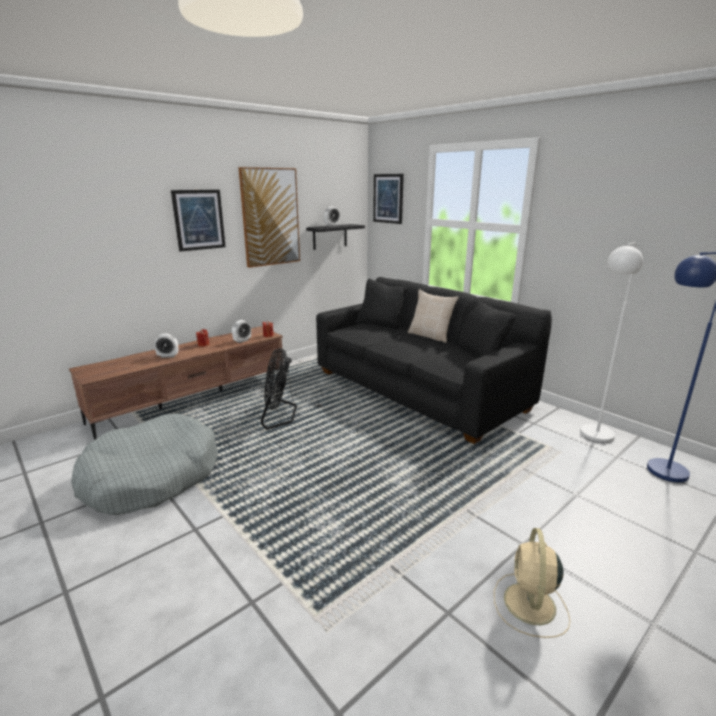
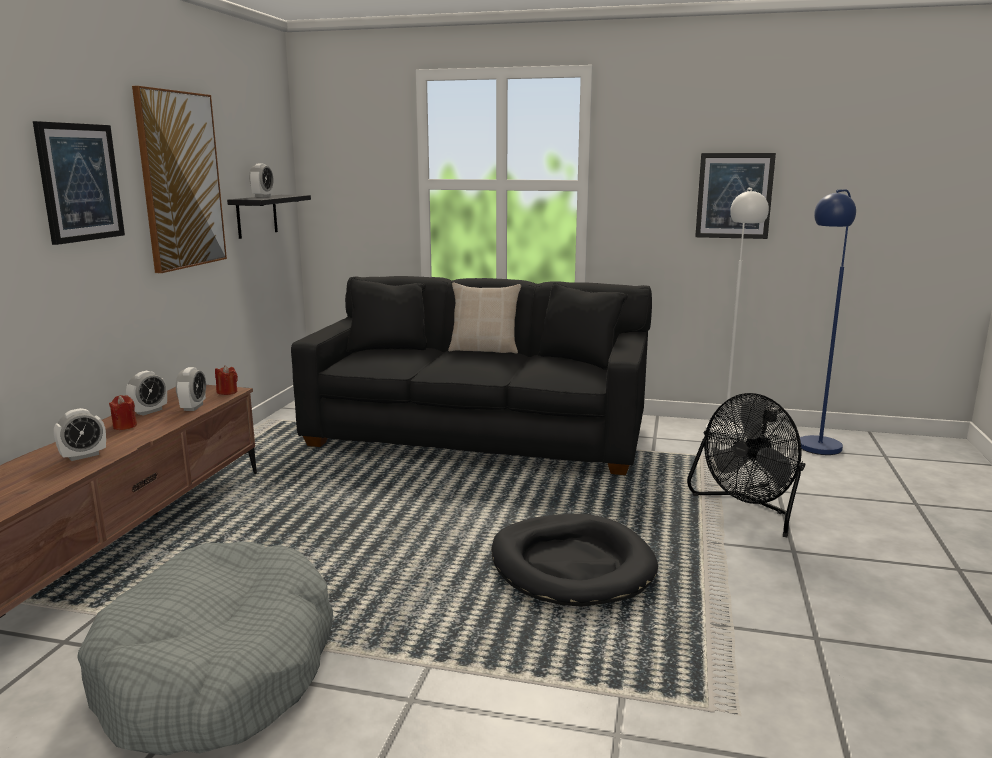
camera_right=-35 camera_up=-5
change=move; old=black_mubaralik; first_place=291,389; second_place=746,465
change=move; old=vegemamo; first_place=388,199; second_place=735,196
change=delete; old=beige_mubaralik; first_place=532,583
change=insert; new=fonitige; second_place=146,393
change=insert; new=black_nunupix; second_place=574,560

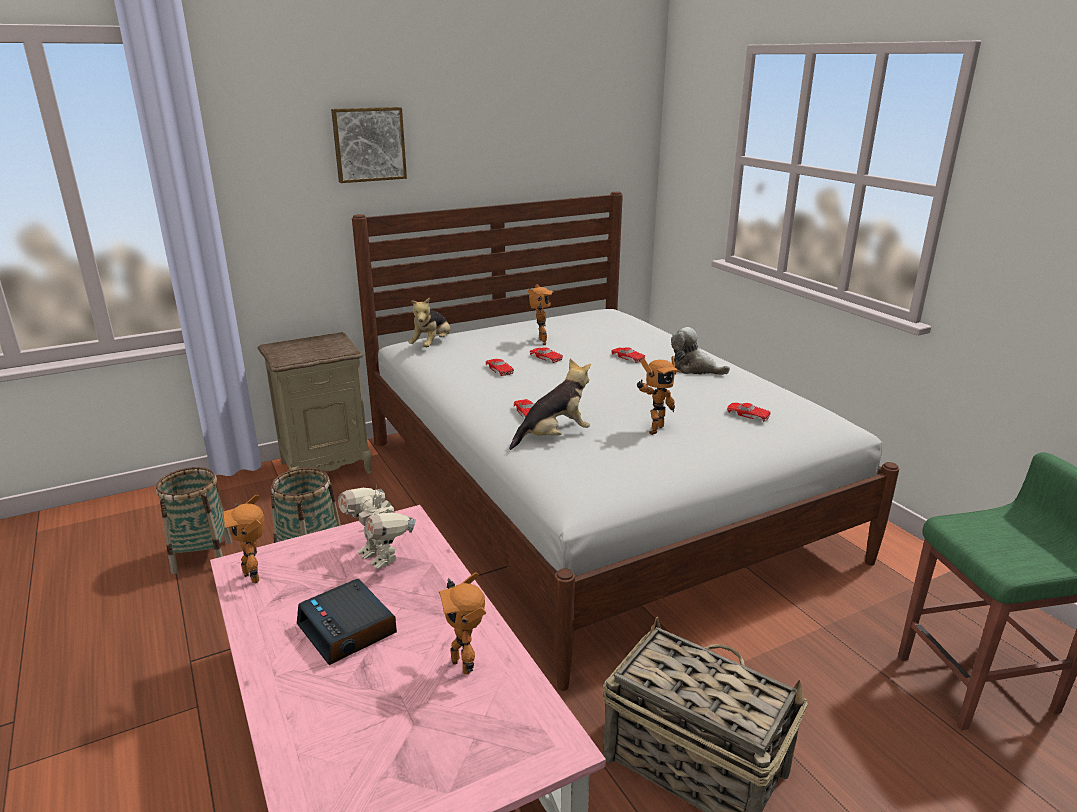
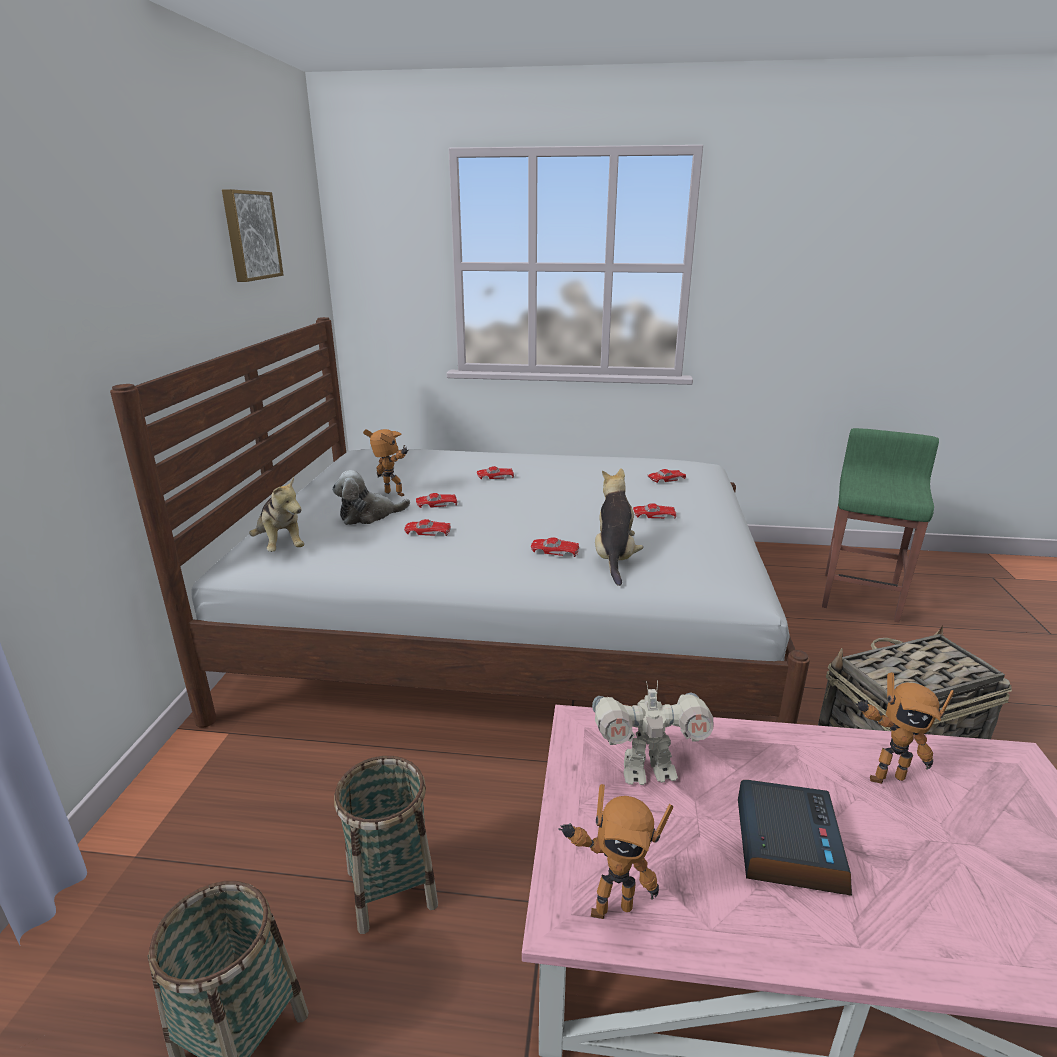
camera_right=-55 camera_up=0
change=delete; old=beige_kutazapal; first_place=315,403
change=rotate; old=fonitige; first_place=347,622; second_place=795,838; degrees=-75
change=move; old=vegemamo; first_place=369,145; second_place=253,235
change=replace; old=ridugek; new=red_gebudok; first_place=659,395; second_place=655,511
change=move; old=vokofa; first_place=700,351; second_place=371,497

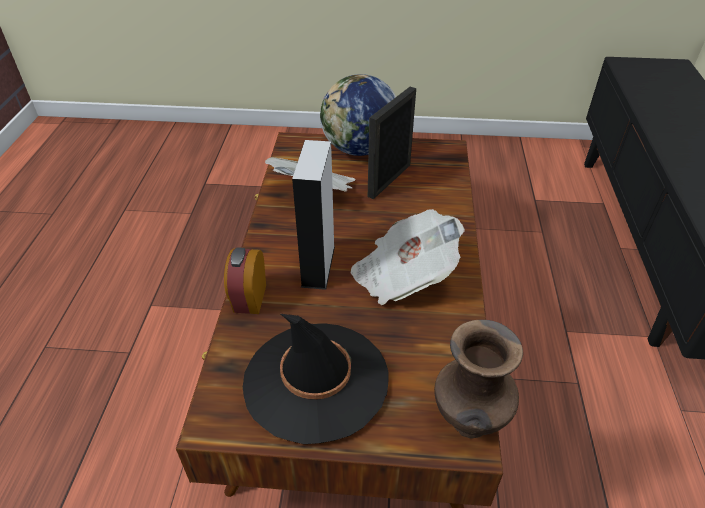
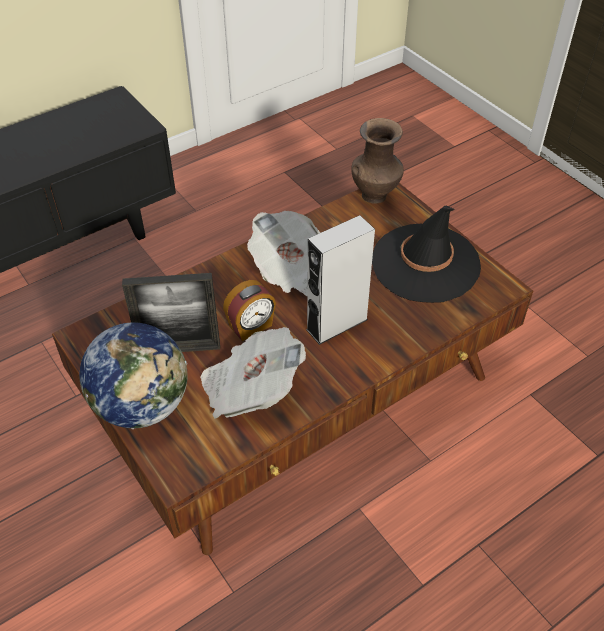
camera_right=-130 camera_up=5
change=move; old=fonitige; first_place=245,280; second_place=249,310

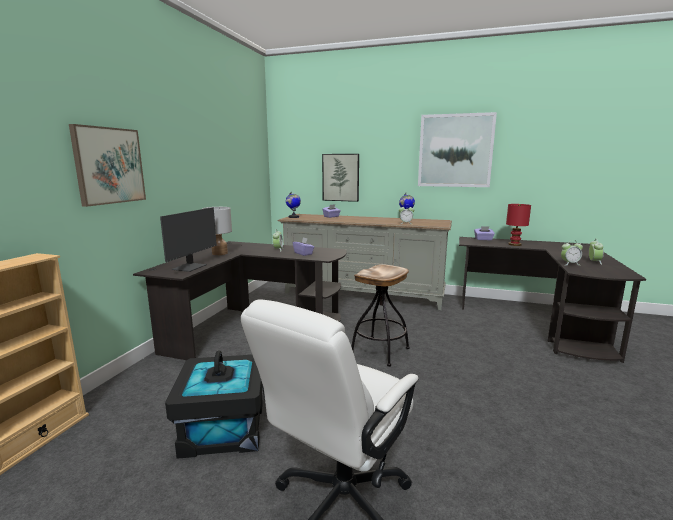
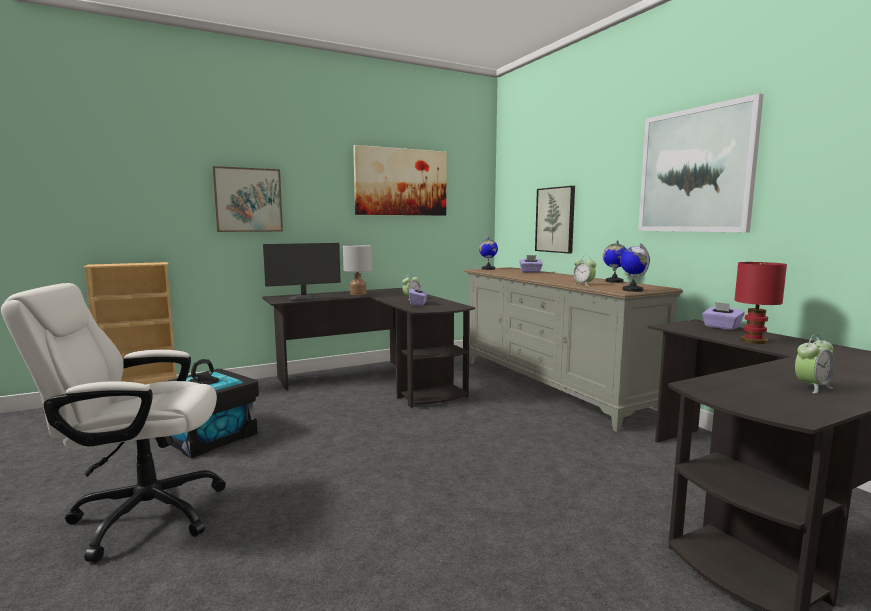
camera_right=45 camera_up=-5
change=delete; old=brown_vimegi; first_place=380,315
change=delete; old=fonitige; first_place=572,252
change=insert; new=vegemamo; second_place=399,180
change=insert; new=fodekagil; second_place=635,267

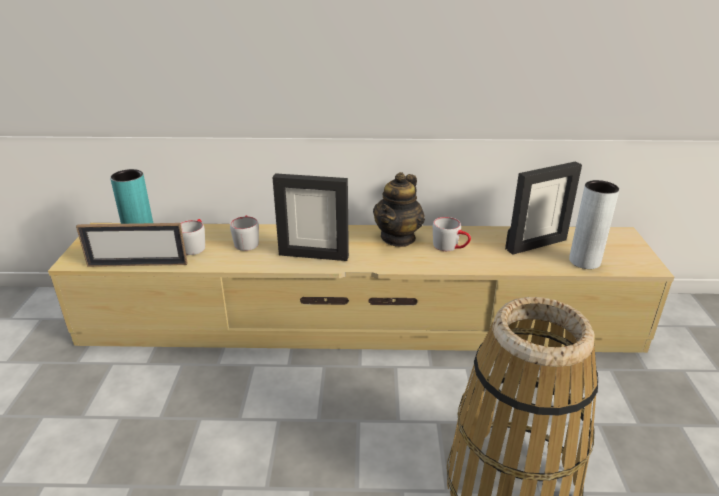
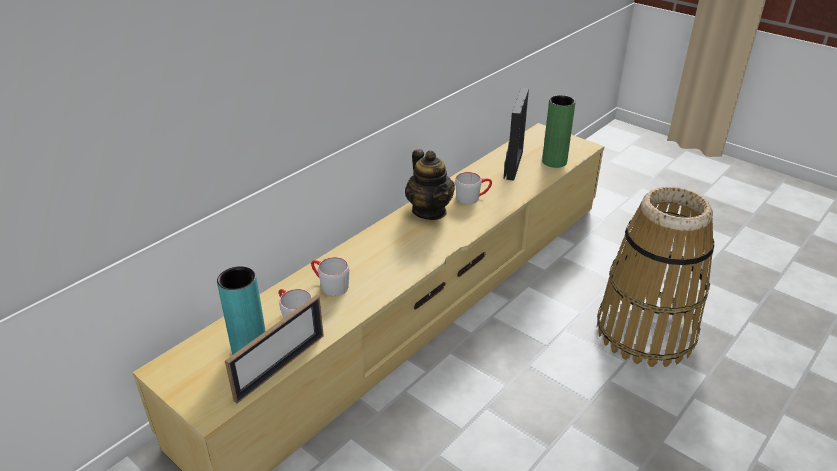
camera_right=-50 camera_up=5
change=delete; old=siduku; first_place=310,217
change=recolor; old=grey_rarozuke; new=green_rarozuke; first_place=594,224; second_place=559,131

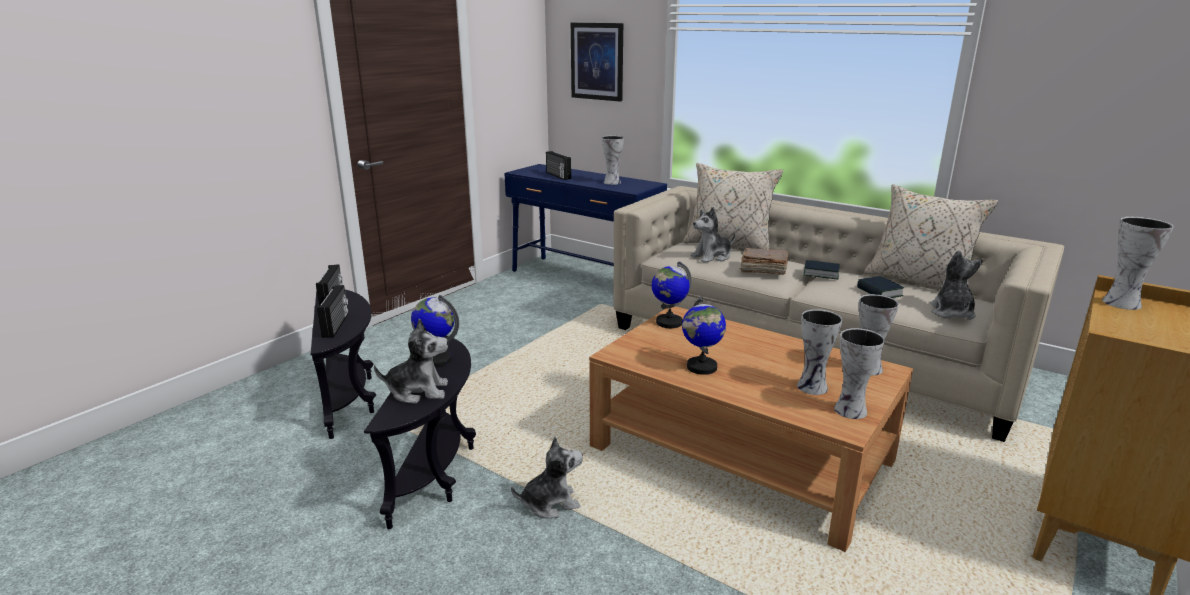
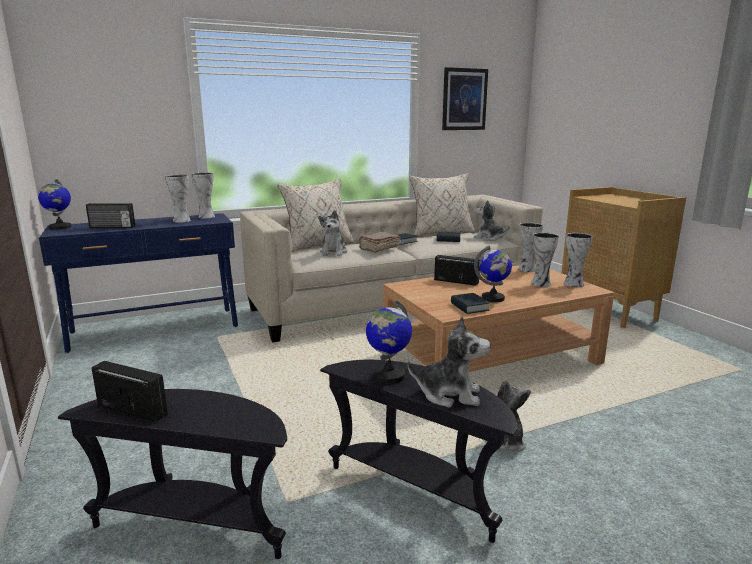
camera_right=-60 camera_up=-5
change=move; old=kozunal; first_place=332,311; second_place=457,270
change=rotate; old=vokofa; first_place=411,361; second_place=448,362; degrees=75
change=move; old=vegemamo; first_place=597,62; second_place=465,98
change=move; old=fodekagil; first_place=671,294; second_place=55,204
change=move; old=rarozuke; first_place=1138,263; second_place=203,195
change=insert; new=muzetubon; second_place=470,303

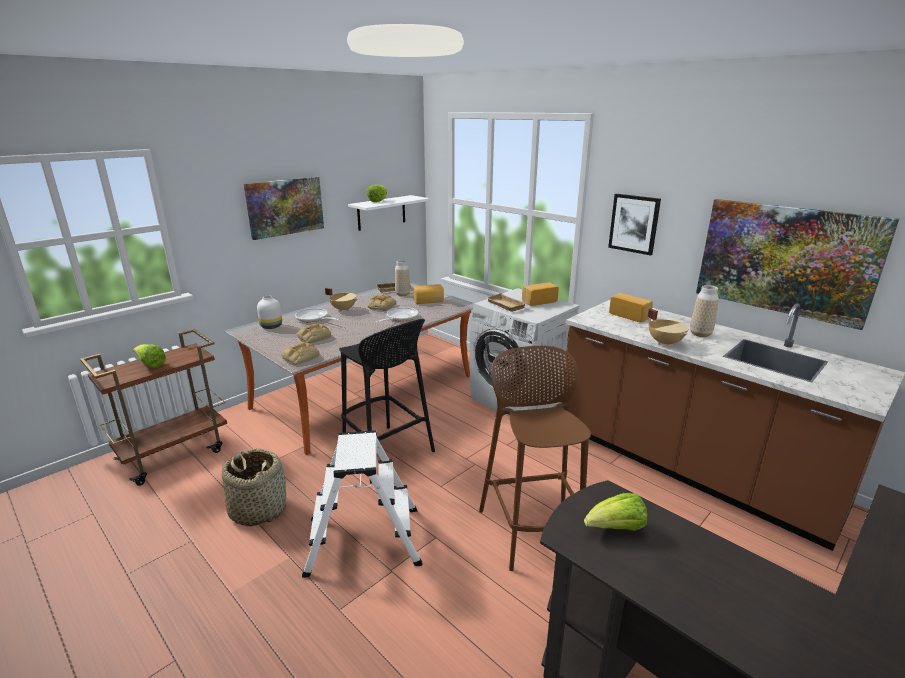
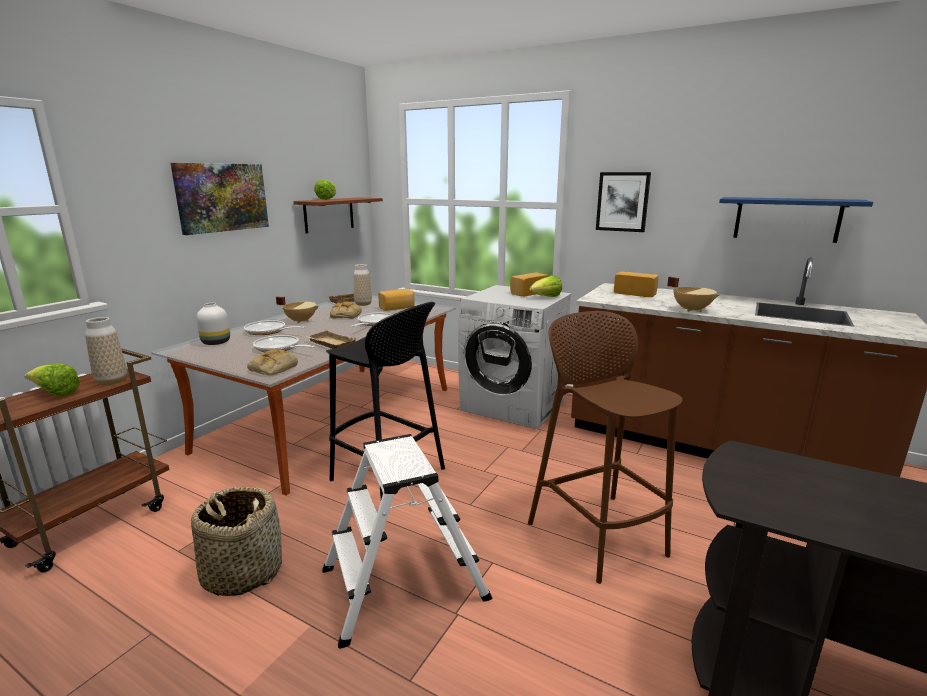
camera_right=-15 camera_up=-5
change=replace; old=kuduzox; new=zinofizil; first_place=314,333; second_place=284,343
change=recolor; old=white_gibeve; new=brown_gibeve; first_place=389,213; second_place=338,216
change=move; old=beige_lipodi; first_place=506,302; second_place=331,339
change=move; old=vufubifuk; first_place=615,512; second_place=545,286
change=move; old=rarozuke; first_place=704,311; second_place=106,351
change=replace; old=vegemamo; new=blue_gibeve; first_place=797,264; second_place=796,220

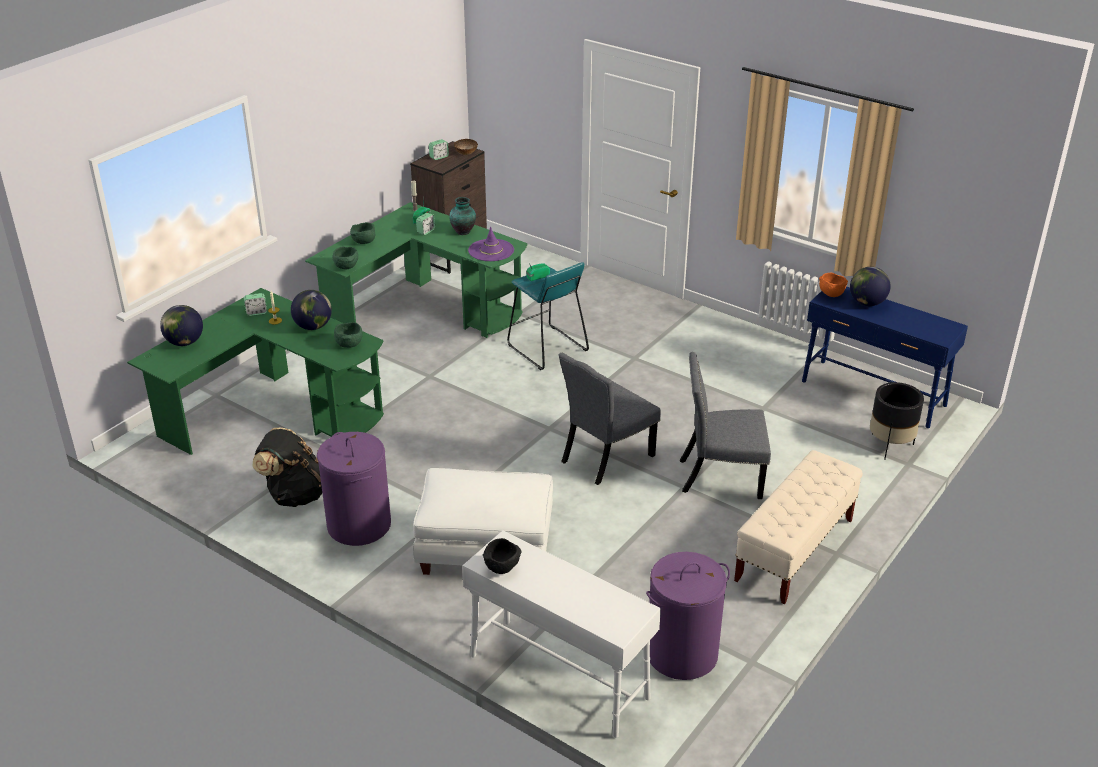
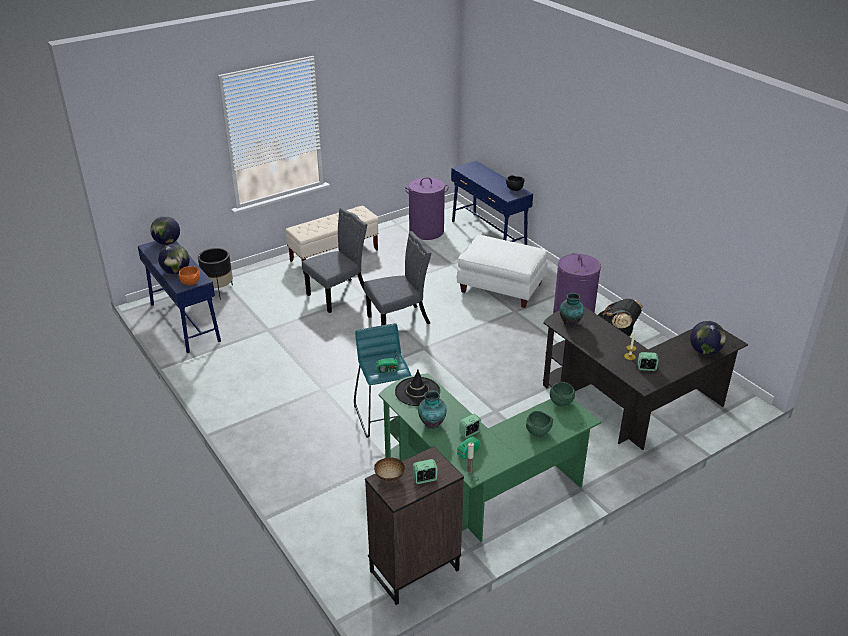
camera_right=-160 camera_up=0
change=recolor; old=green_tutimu; new=black_tutimu; first_place=255,371; second_place=645,377
change=move; old=fodekagil; first_place=311,310; second_place=165,230
change=replace; old=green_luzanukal; new=rarozuke; first_place=348,335; second_place=572,309
change=recolor; old=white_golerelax; new=blue_golerelax; first_place=561,634; second_place=492,203
change=recolor; old=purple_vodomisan; new=black_vodomisan; first_place=491,243; second_place=417,388
change=rotate; old=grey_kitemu; first_place=725,425; second_place=335,260; degrees=-60

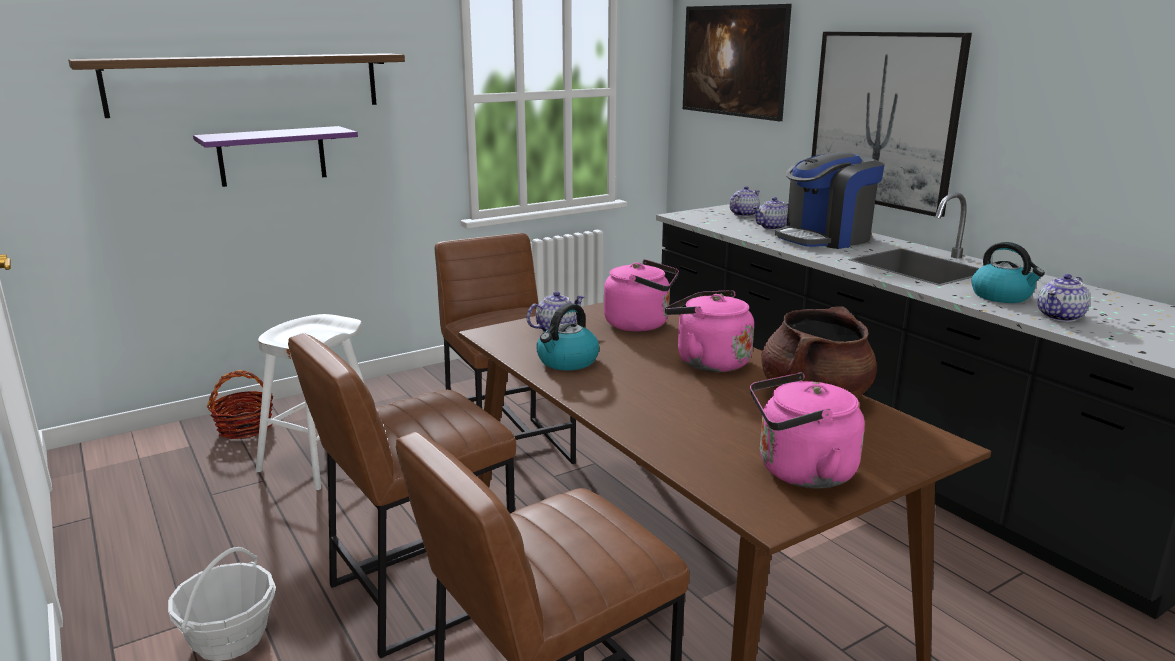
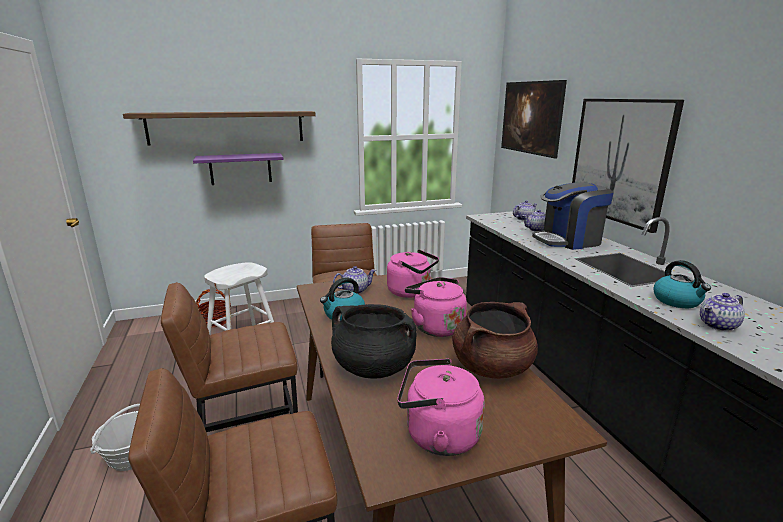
camera_right=15 camera_up=0
change=insert; new=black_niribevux; second_place=374,341

